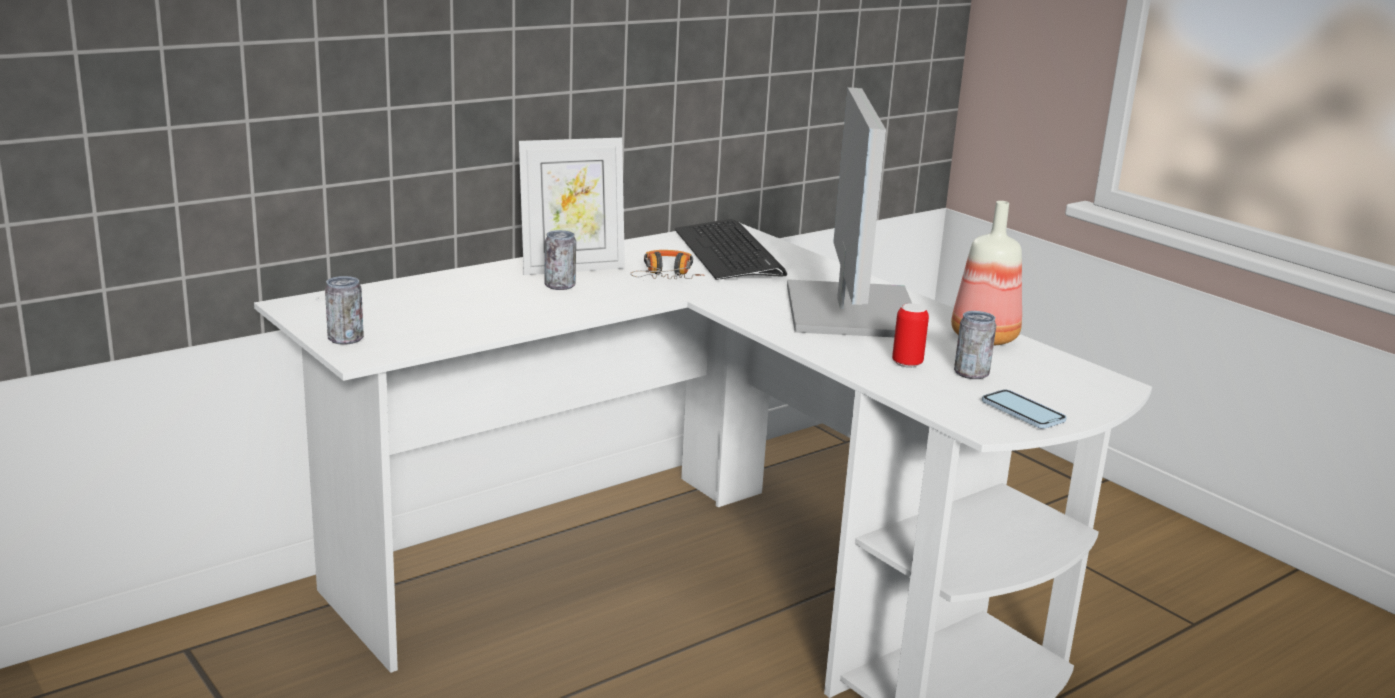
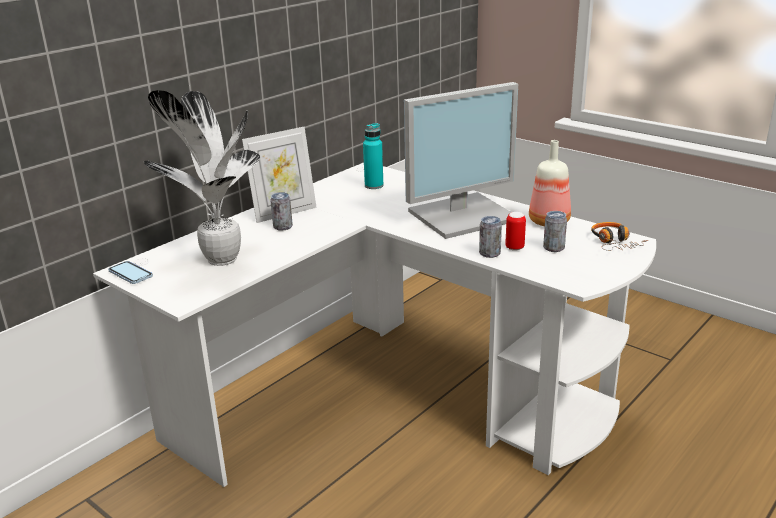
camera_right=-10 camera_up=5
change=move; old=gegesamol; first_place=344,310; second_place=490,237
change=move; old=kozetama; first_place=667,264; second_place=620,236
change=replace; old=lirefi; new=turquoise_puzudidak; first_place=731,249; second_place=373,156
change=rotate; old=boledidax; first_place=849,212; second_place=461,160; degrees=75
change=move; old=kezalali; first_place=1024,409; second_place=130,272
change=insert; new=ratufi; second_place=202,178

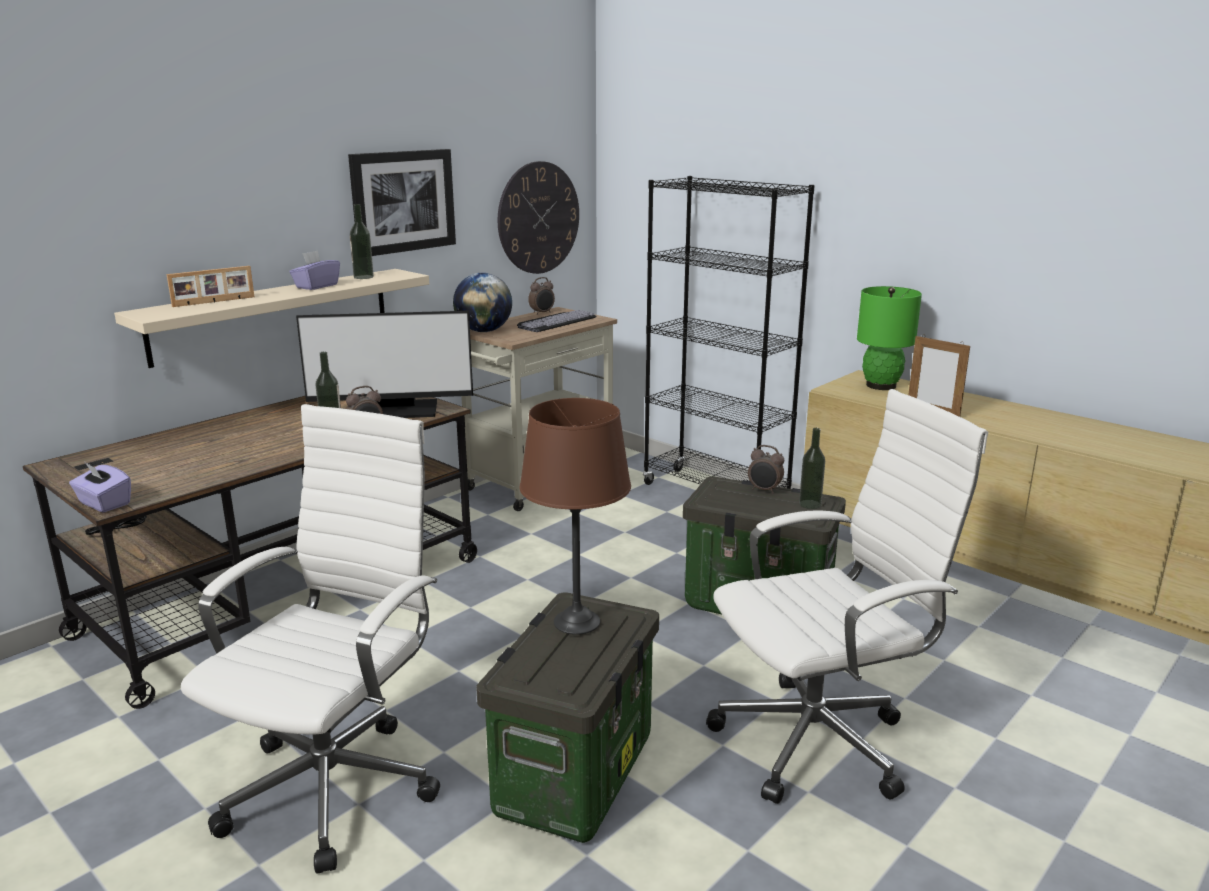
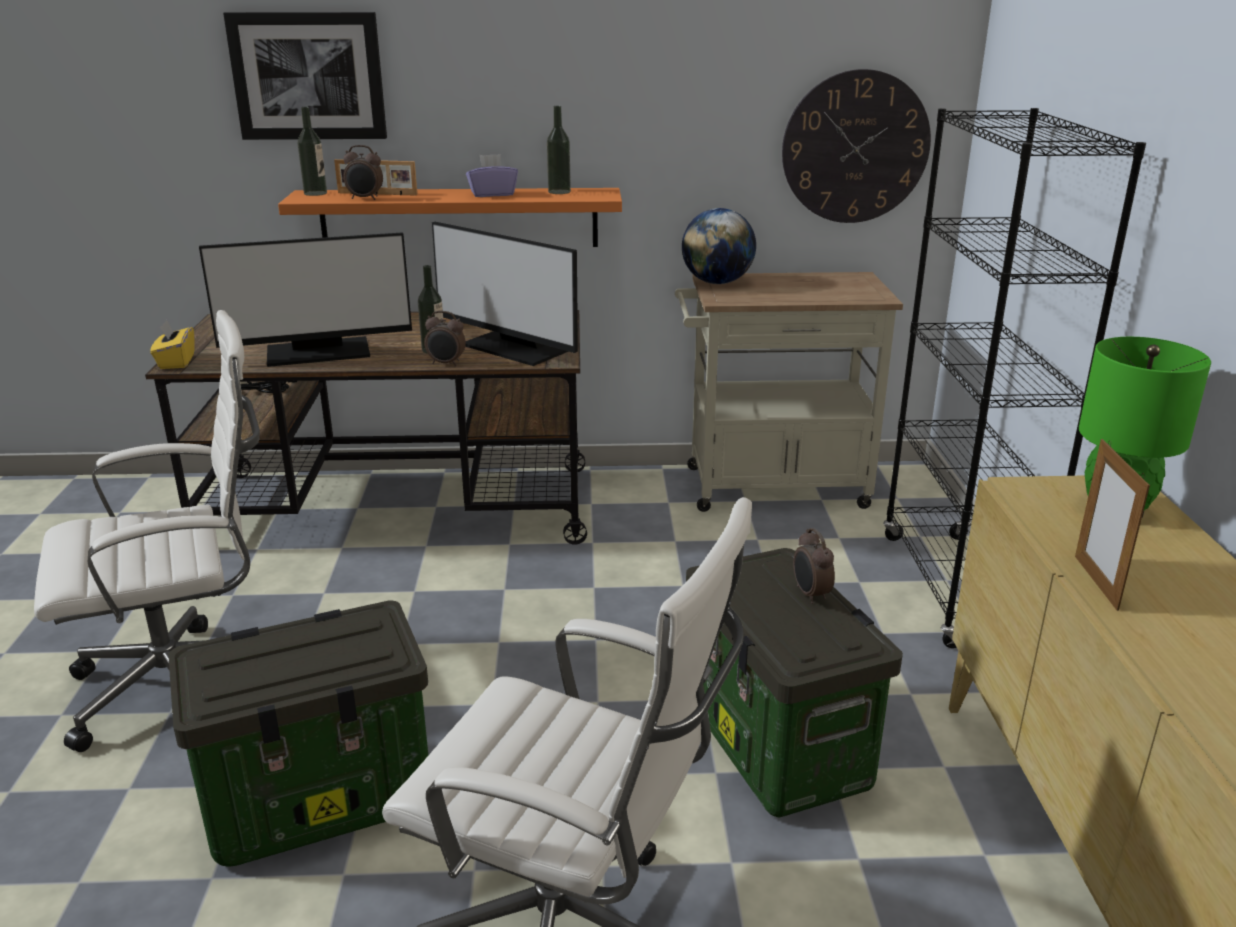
camera_right=45 camera_up=5
change=recolor; old=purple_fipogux; new=yellow_fipogux; first_place=100,487; second_place=172,344
change=recolor; old=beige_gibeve; new=orange_gibeve; first_place=271,318; second_place=450,217
change=move; old=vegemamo; first_place=402,202; second_place=305,76
change=delete; old=lirefi; first_place=556,321
change=delete; old=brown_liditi; first_place=575,516
change=move; old=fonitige; first_place=541,296; second_place=363,172
change=move; old=puzudidak; first_place=812,468; second_place=312,151
change=insert; new=boledidax; second_place=305,299

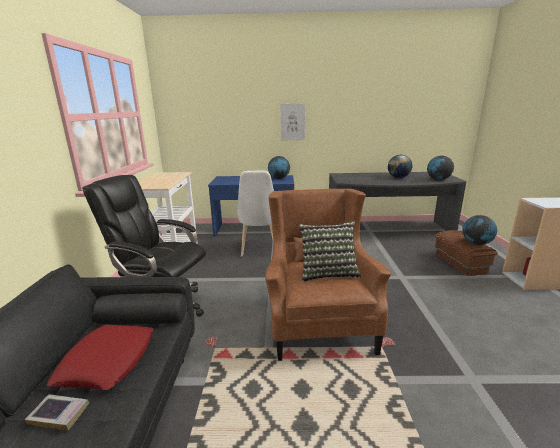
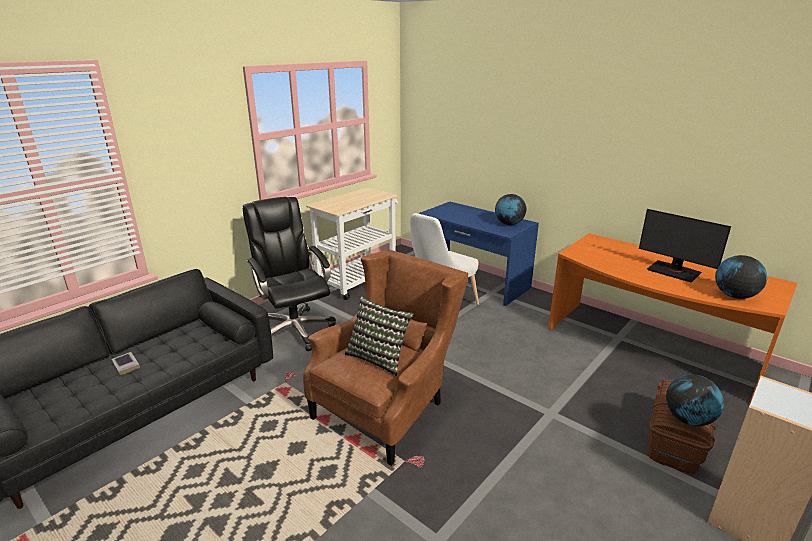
camera_right=40 camera_up=5
change=delete; old=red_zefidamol; first_place=99,357
change=delete; old=vegemamo; first_place=292,121
change=recolor; old=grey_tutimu; new=orange_tutimu; first_place=398,201; second_place=672,318
change=replace; old=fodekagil; new=boledidax; first_place=400,166; second_place=685,245

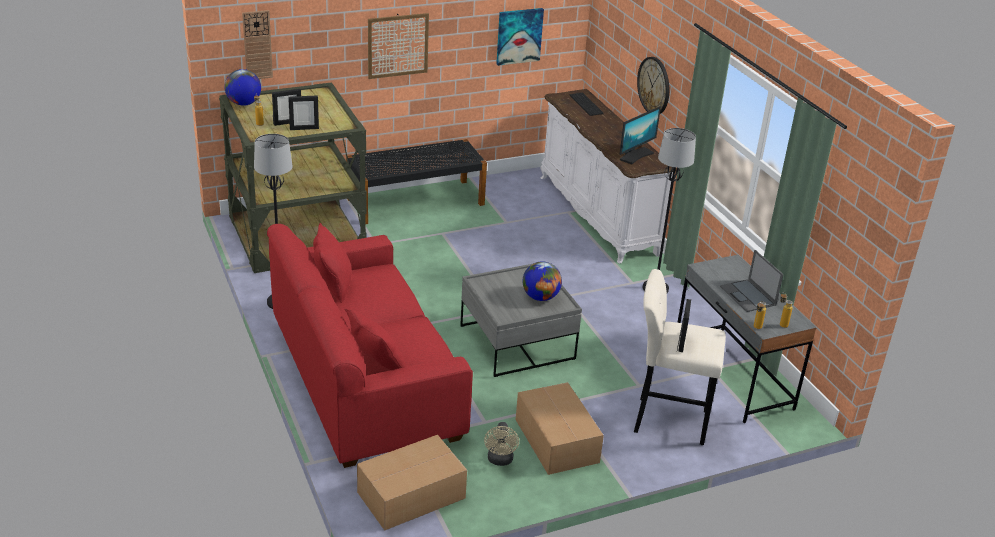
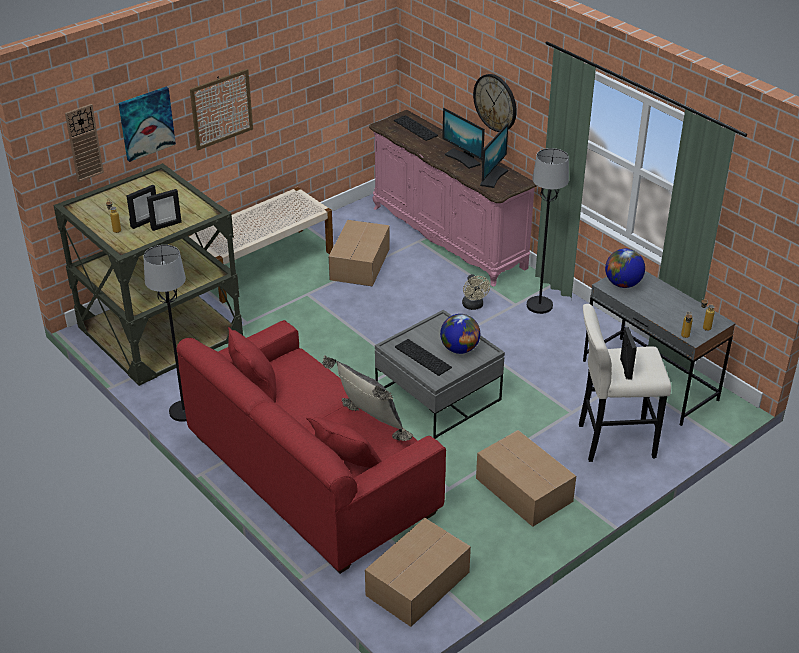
camera_right=-15 camera_up=5
change=move; old=fodekagil; first_place=242,87; second_place=625,268
change=recolor; old=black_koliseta; new=beige_koliseta; first_place=416,181; second_place=260,245
change=move; old=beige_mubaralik; first_place=501,444; second_place=476,292
change=move; old=vegemamo; first_place=520,37; second_place=147,124
change=recolor; old=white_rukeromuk; new=pink_rukeromuk; first_place=608,176; second_place=453,198
change=delete; old=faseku; first_place=751,281
change=insert; new=zefidamol; second_place=368,398
change=insert; new=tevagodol; second_place=359,253
change=insert; new=lirefi; second_place=423,357
change=insert; new=boledidax; second_place=463,138

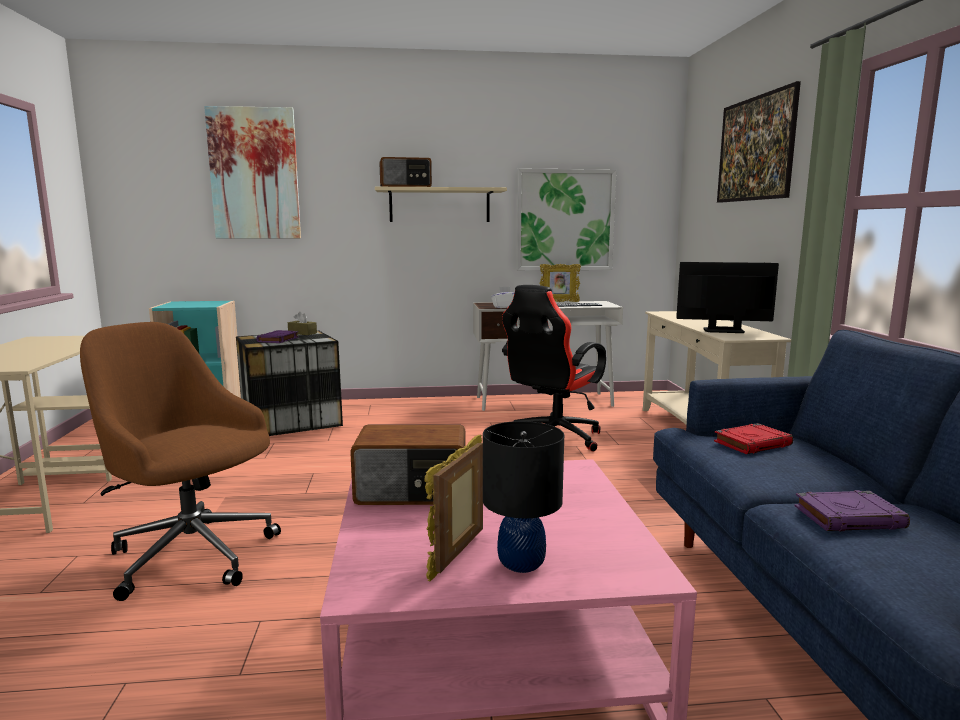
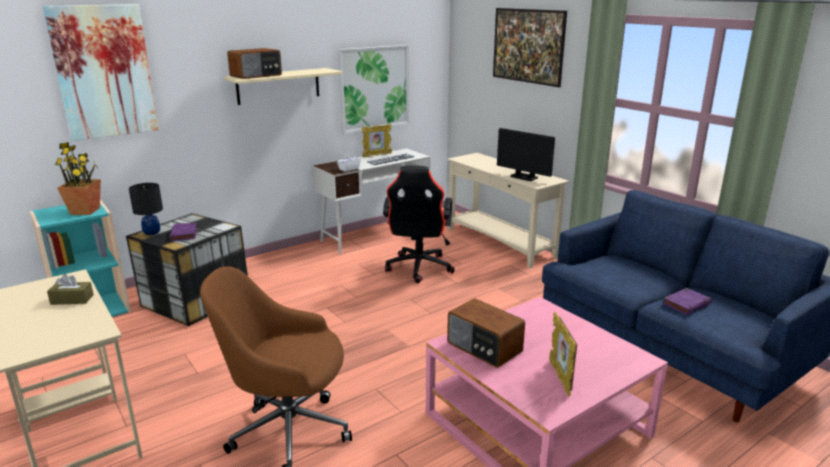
camera_right=-30 camera_up=10
change=move; old=brown_fipogux; first_place=302,323; second_place=70,289
change=rotate; old=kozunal; first_place=407,464; second_place=486,333; degrees=75
change=move; old=black_liditi; first_place=523,497; second_place=146,209
change=rotate; old=boledidax; first_place=727,297; second_place=526,154; degrees=-120
change=delete; old=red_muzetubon; first_place=753,438
change=insert; new=ratufi; second_place=78,178

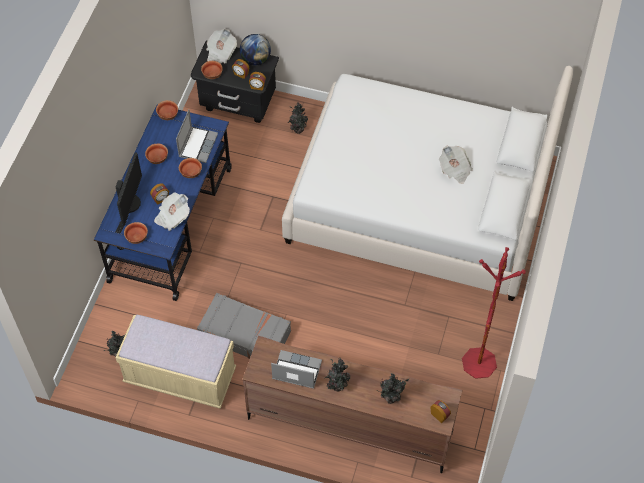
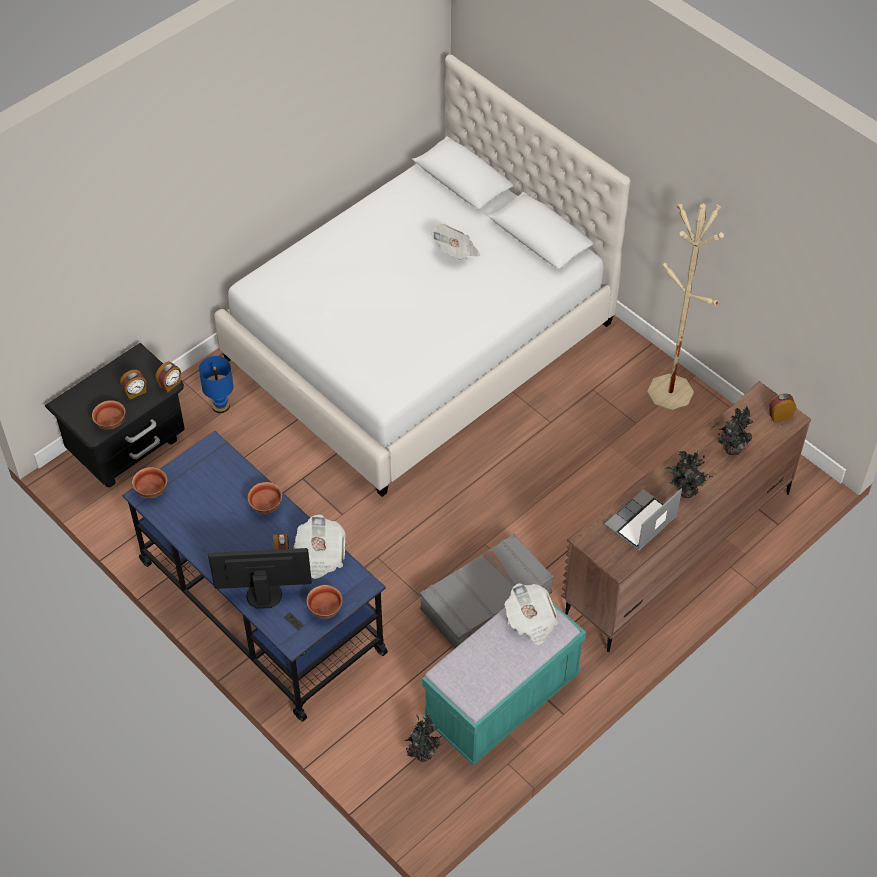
camera_right=-60 camera_up=-5
change=recolor; old=beige_koliseta; new=turquoise_koliseta; first_place=175,362; second_place=504,685
change=rotate; old=boledidax; first_place=129,189; second_place=260,578; degrees=-45
change=delete; old=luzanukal; first_place=156,154
change=delete; old=faseku; first_place=197,136
change=move; old=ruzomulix; first_place=221,46; second_place=532,614
change=delete; old=fodekagil; first_place=255,49
change=replace; old=ratufi; new=blue_liditi; first_place=298,118; second_place=216,384
change=recolor; old=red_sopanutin; new=beige_sopanutin; first_place=494,313; second_place=685,307

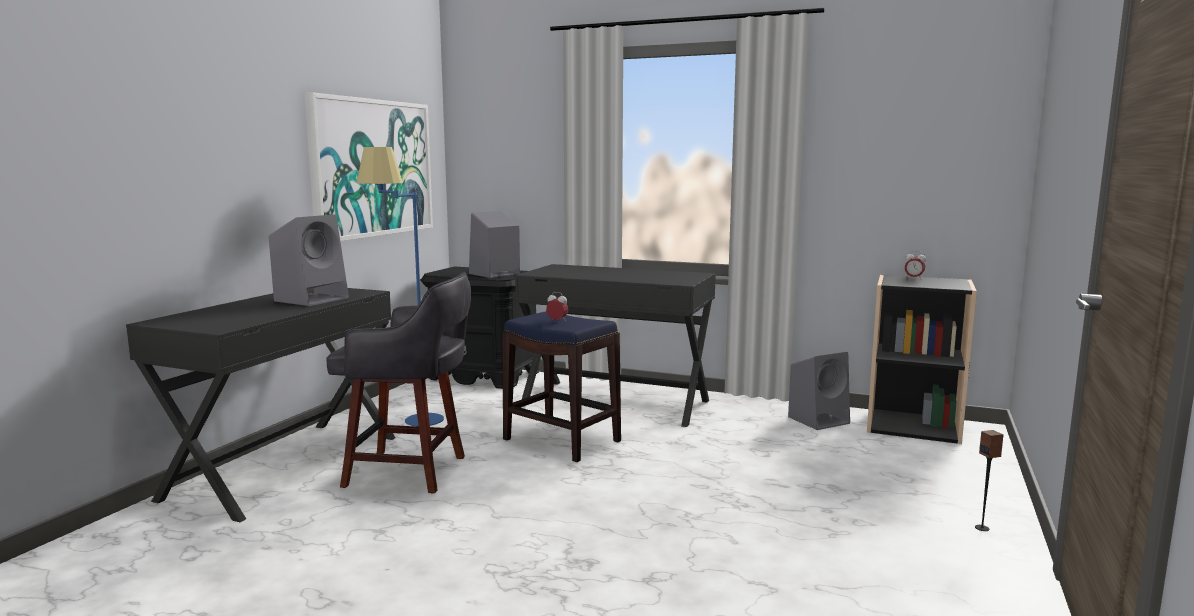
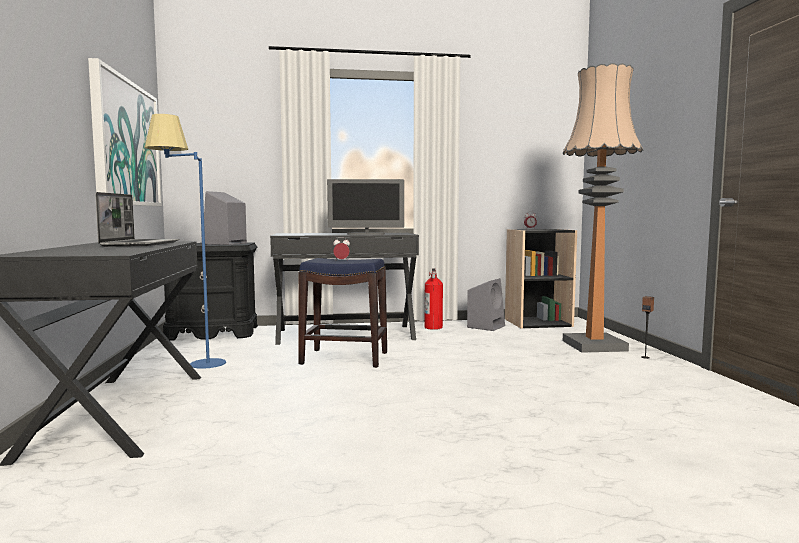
camera_right=-30 camera_up=-5
change=replace; old=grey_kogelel; new=faseku; first_place=309,260; second_place=137,219
change=delete; old=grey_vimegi; first_place=399,382
change=insert; new=boledidax; second_place=365,207
change=insert; new=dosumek; second_place=433,299
change=insert; new=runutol; second_place=603,208

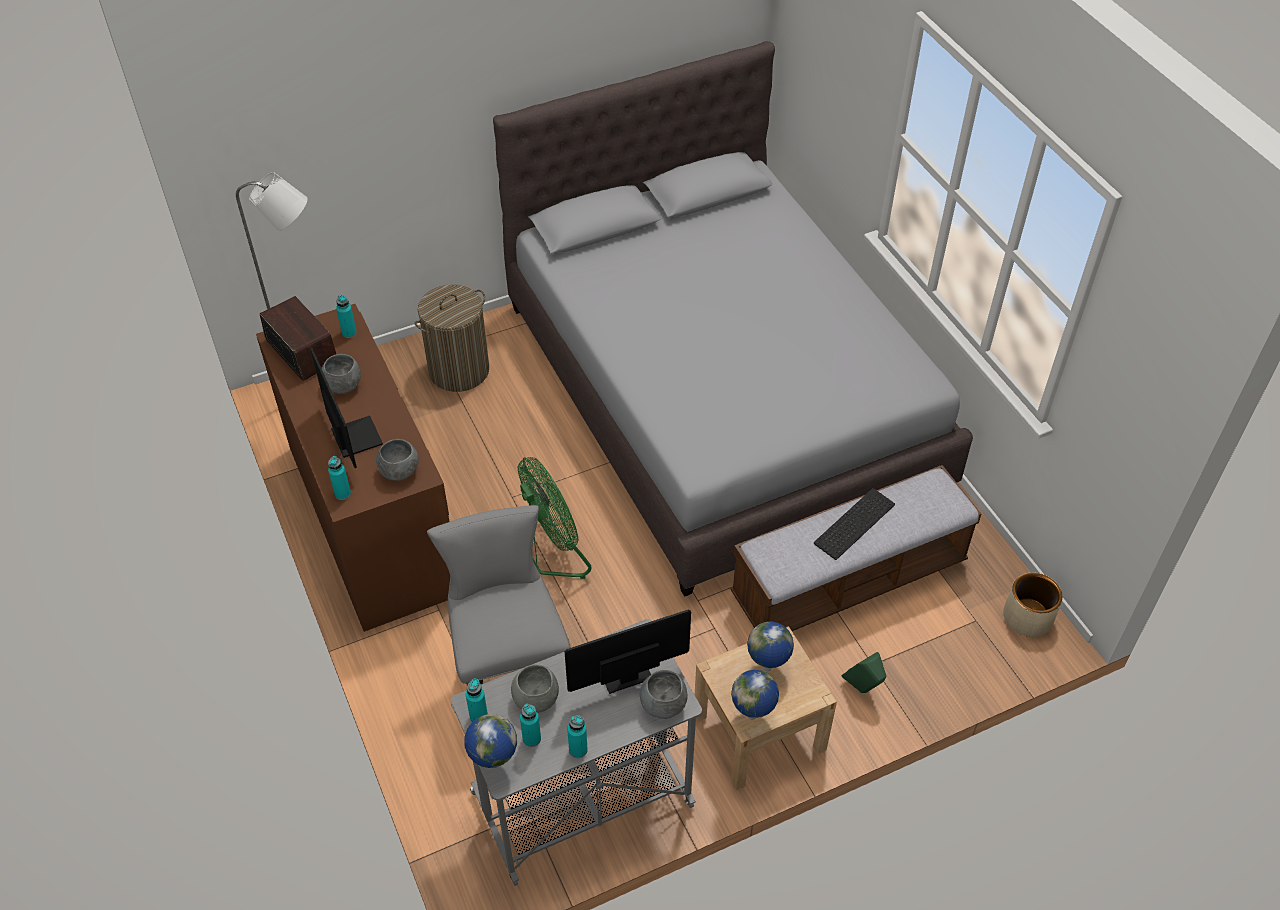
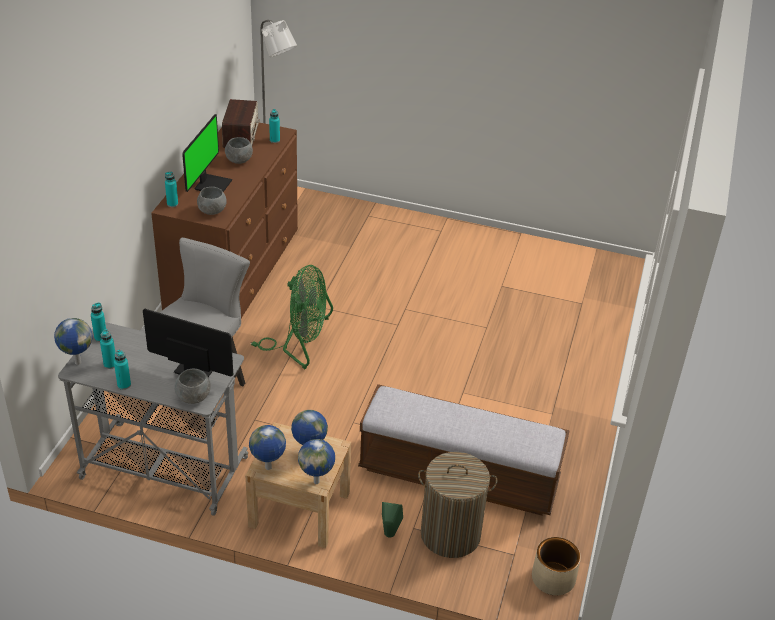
camera_right=40 camera_up=-10
change=move; old=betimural; first_place=451,338; second_place=457,505
change=delete; old=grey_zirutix; first_place=733,319
change=delete; old=grey_luzanukal; first_place=535,688
change=delete; old=lirefi; first_place=854,524
change=insert; new=fodekagil; second_place=316,461

